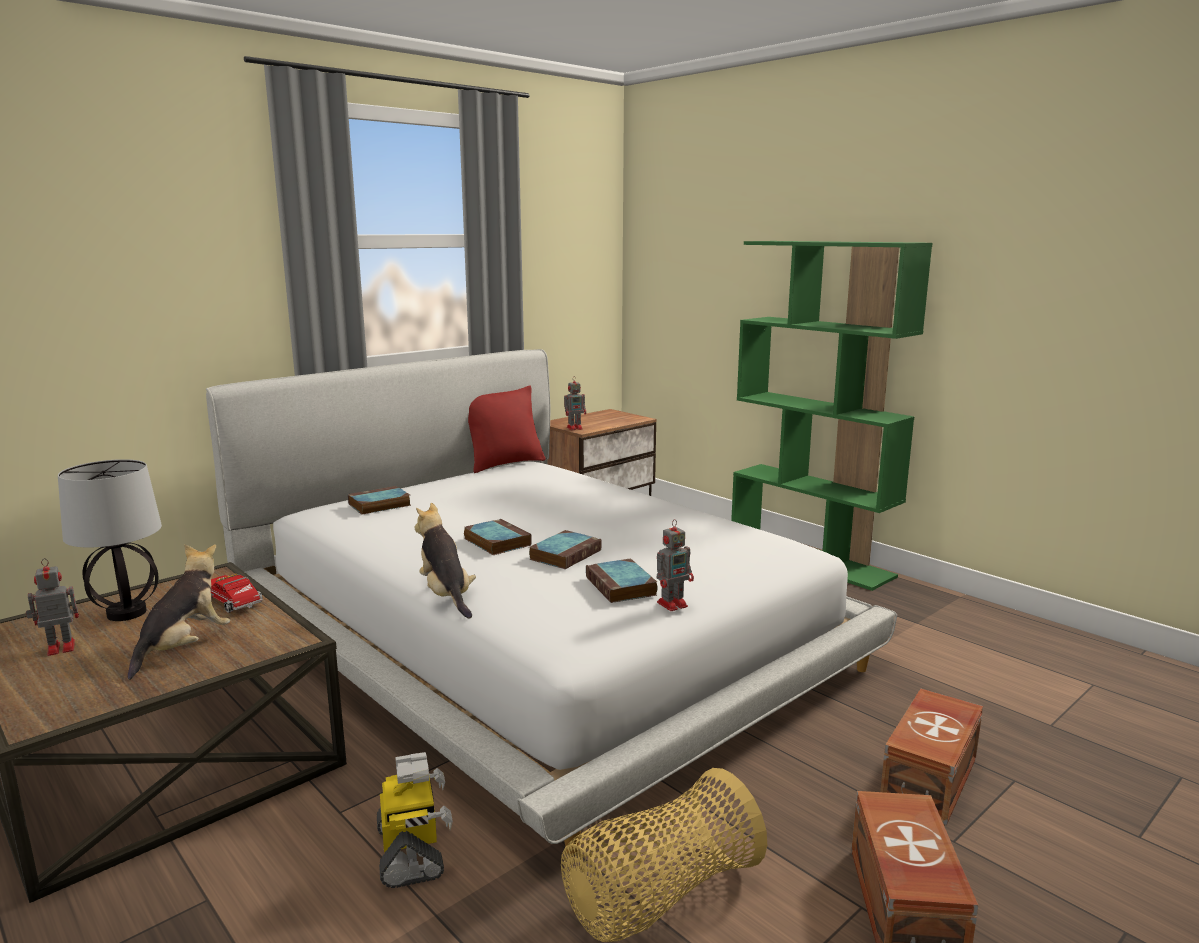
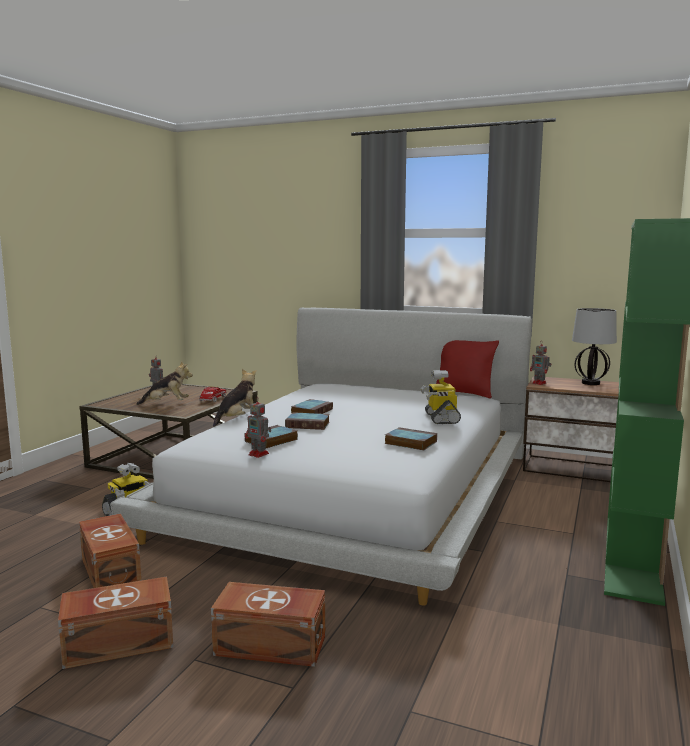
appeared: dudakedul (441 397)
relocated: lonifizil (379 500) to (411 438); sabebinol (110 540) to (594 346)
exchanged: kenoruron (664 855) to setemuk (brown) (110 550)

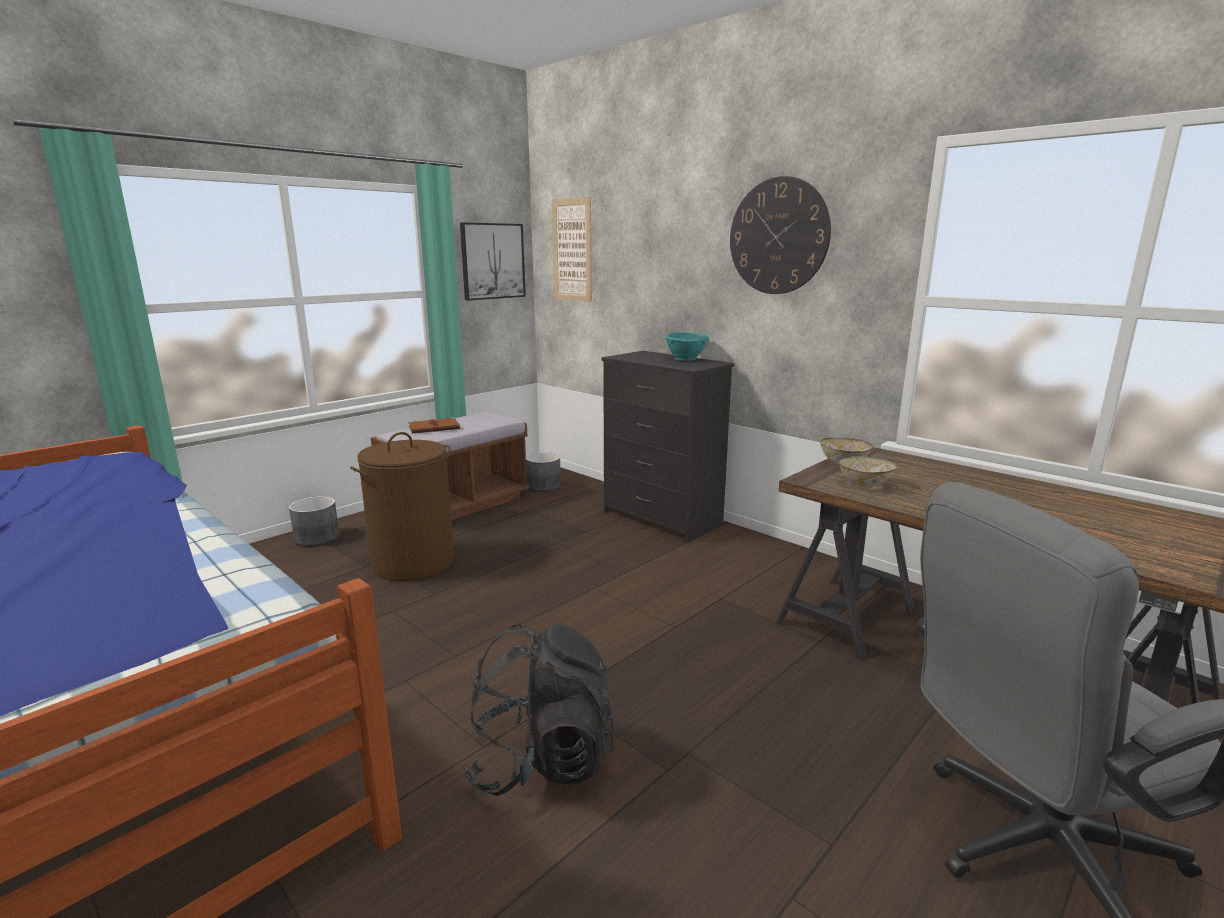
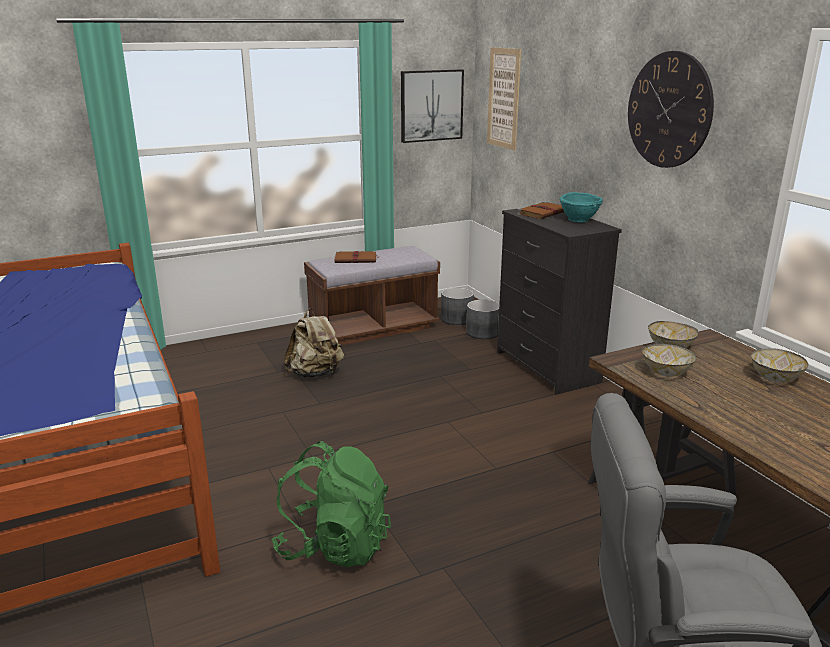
appeared: lonifizil (brown) (540 210); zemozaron (779 365)
relocated: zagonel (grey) (314 521) to (482 319)
exchanged: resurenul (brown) (402 506) to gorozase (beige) (314 343)
colour: gorozase (black) (539 709) to gorozase (green) (331 504)

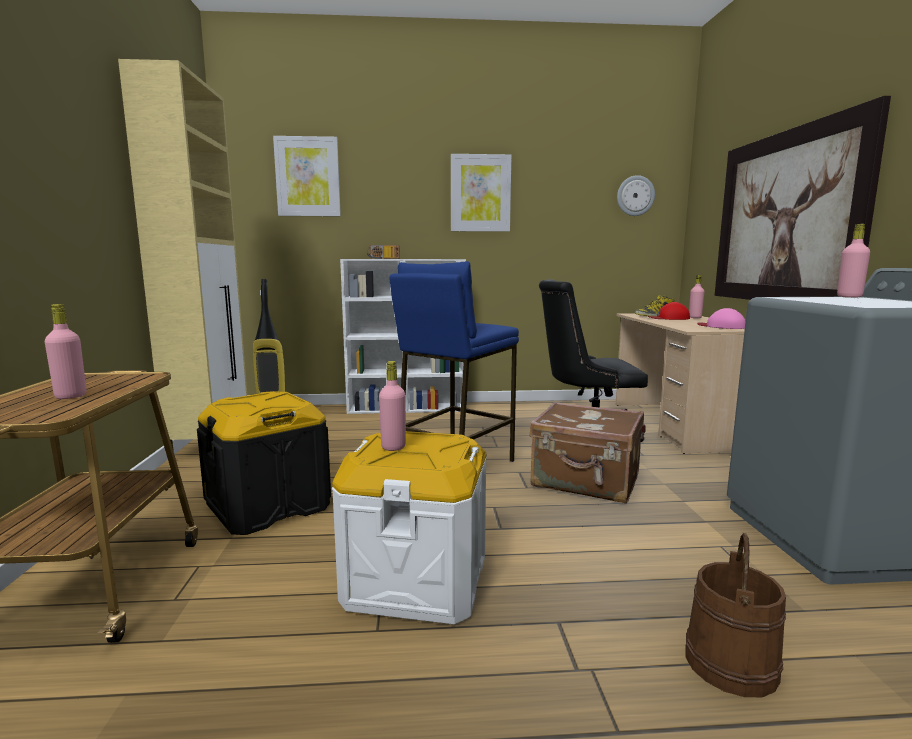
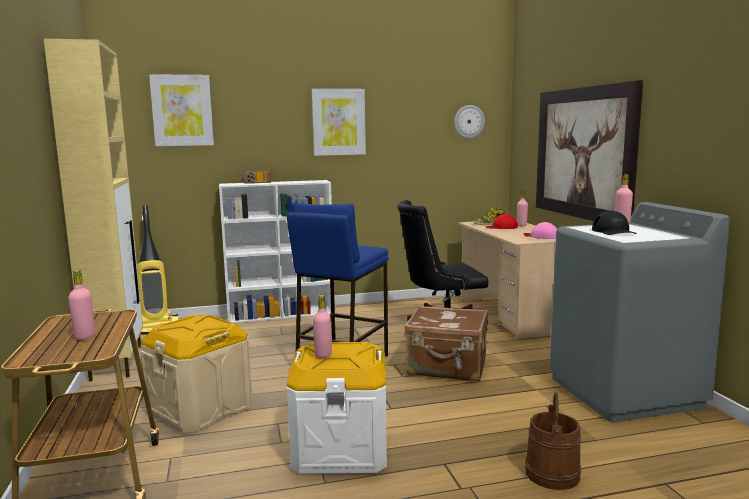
appeared: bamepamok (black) (614 223)
colour: setemuk (black) (264 463) to setemuk (beige) (196 374)

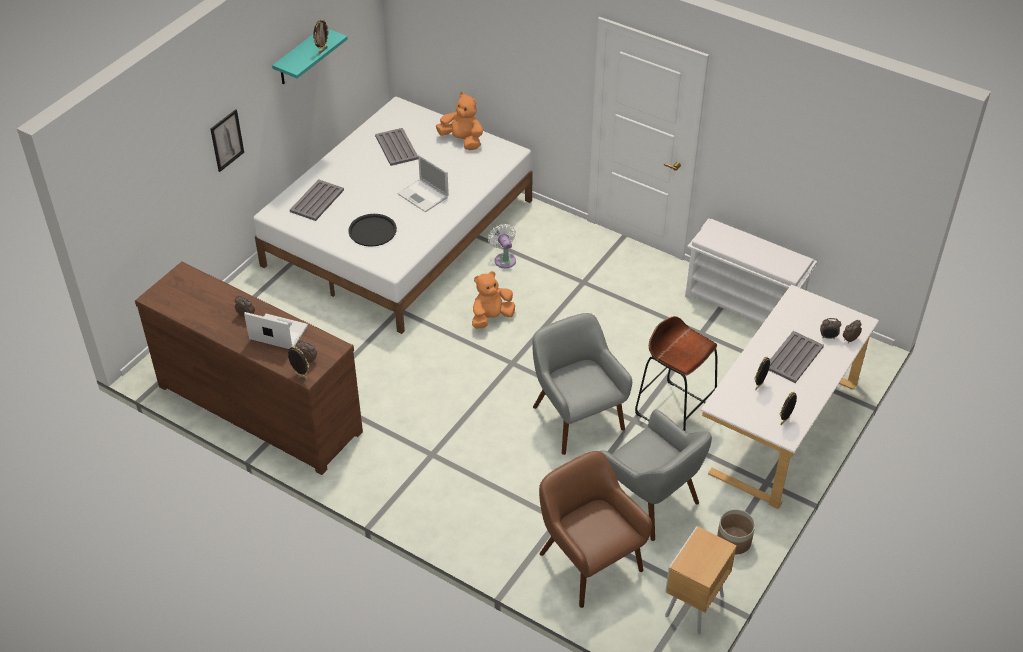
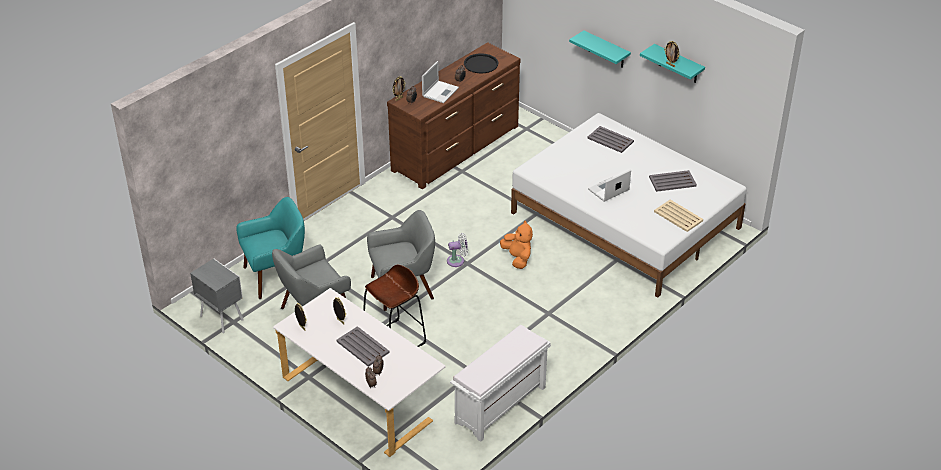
missing: zagonel (736 531)
relocated: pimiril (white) (502 246) to (457 250); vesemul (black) (372 230) to (481 63)
exchanged: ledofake (227 140) to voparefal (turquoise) (600 49); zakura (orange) (459 121) to vesemul (beige) (678 216)
colour: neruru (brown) (701 580) to neruru (grey) (216 296); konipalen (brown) (595 529) to konipalen (turquoise) (270 248)

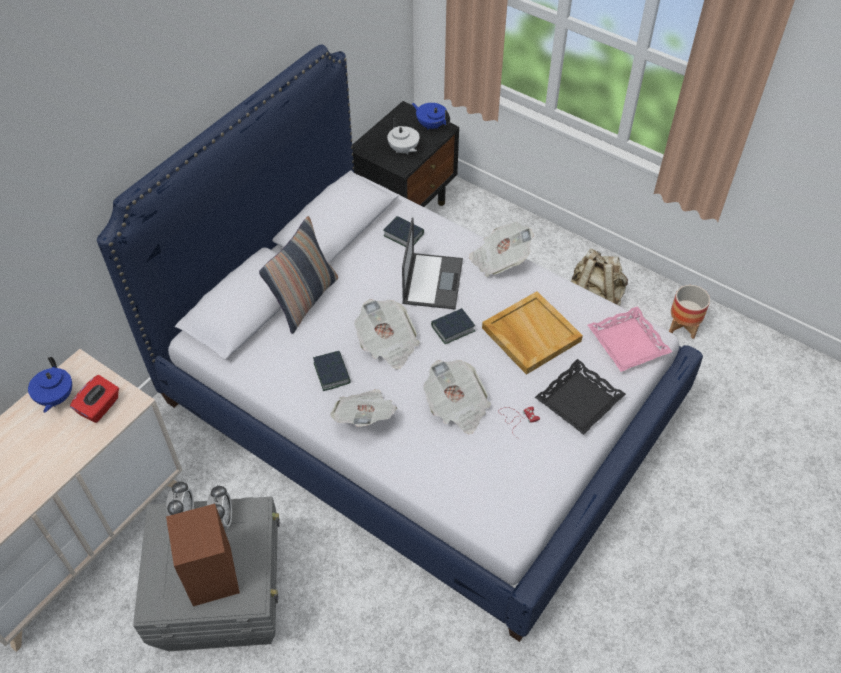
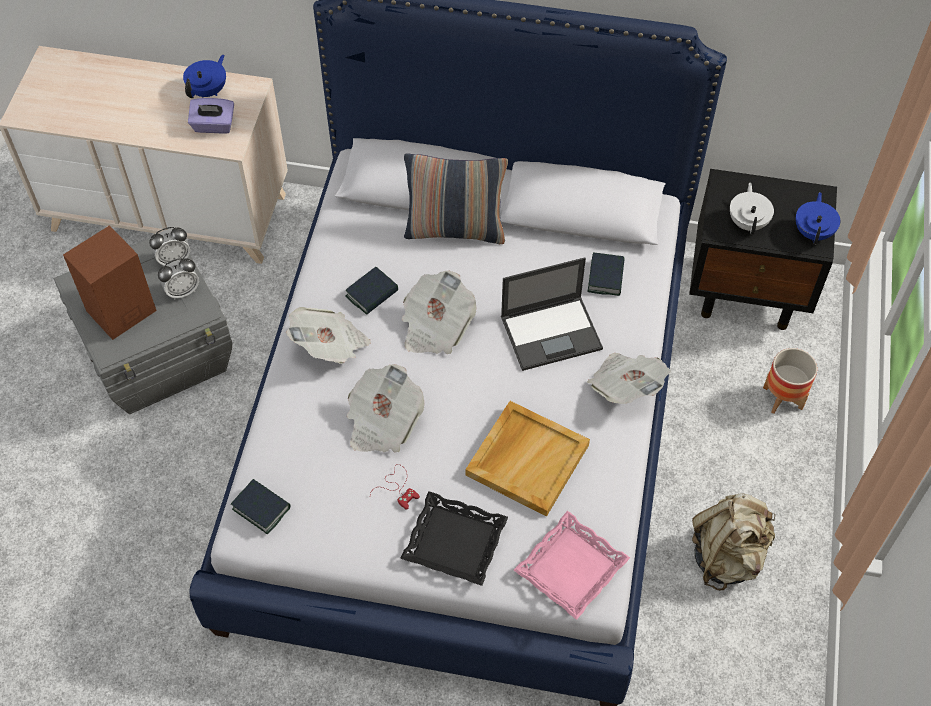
relocated: lonifizil (453 326) to (260 507); zagonel (689 312) to (790 381)
colour: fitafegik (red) (94 399) to fitafegik (purple) (211 116)
spun: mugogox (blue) (50 385) = (204 76) 150 degrees clockwise; mugogox (white) (403 136) = (752 209) 150 degrees clockwise

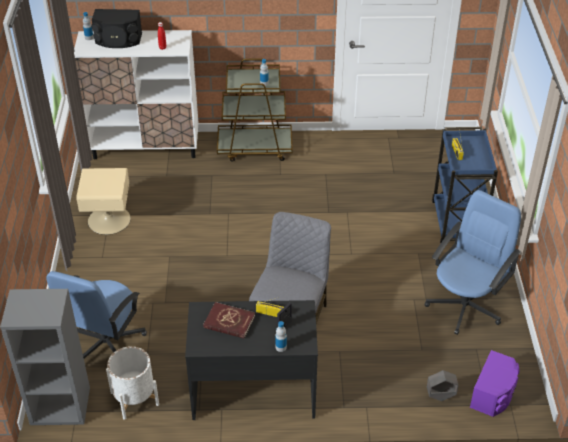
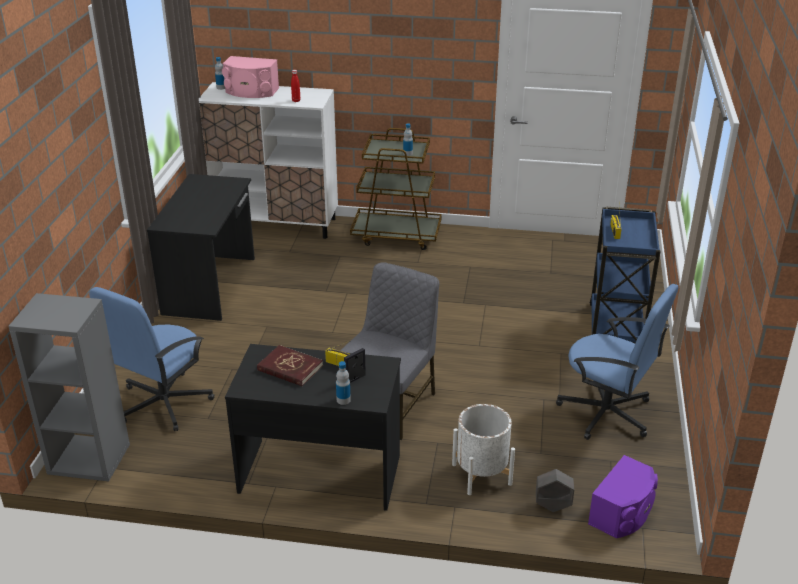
relocated: zagonel (white) (132 383) to (483 449)
exchanged: neruru (beige) (103 201) to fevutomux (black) (201 247)
colour: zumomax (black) (116 28) to zumomax (pink) (250 77)
spun: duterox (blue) (473 262) = (617 362) 75 degrees clockwise

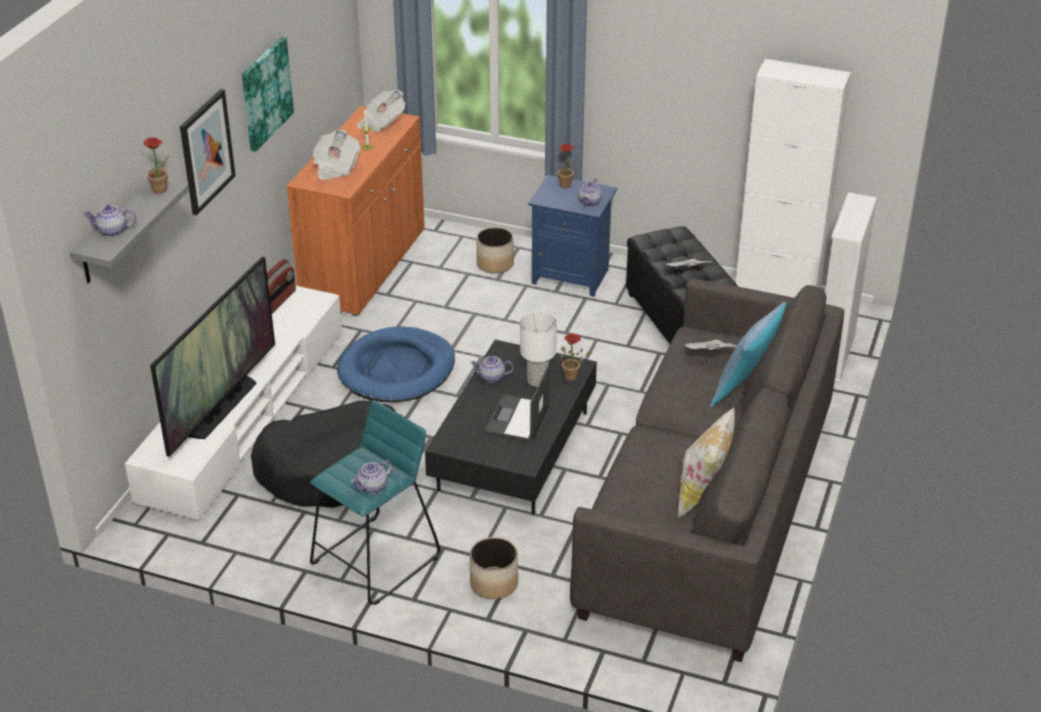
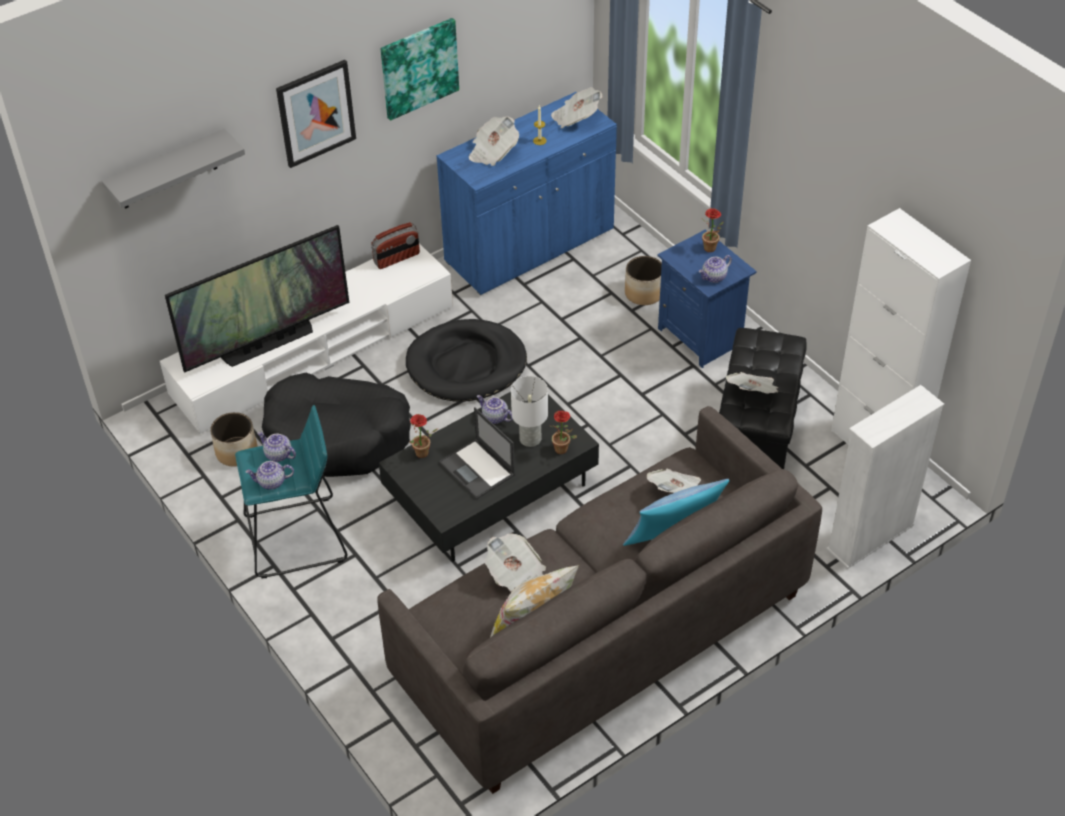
appeared: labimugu (515 562)
relocated: zagonel (494 568) to (234 439); mugogox (110 221) to (276 447); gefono (155 165) to (423 436)
colour: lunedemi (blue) (396 364) to lunedemi (black) (466 360); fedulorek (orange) (356 211) to fedulorek (blue) (526 193)
spun: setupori (516 403) = (477 453) 90 degrees counterclockwise

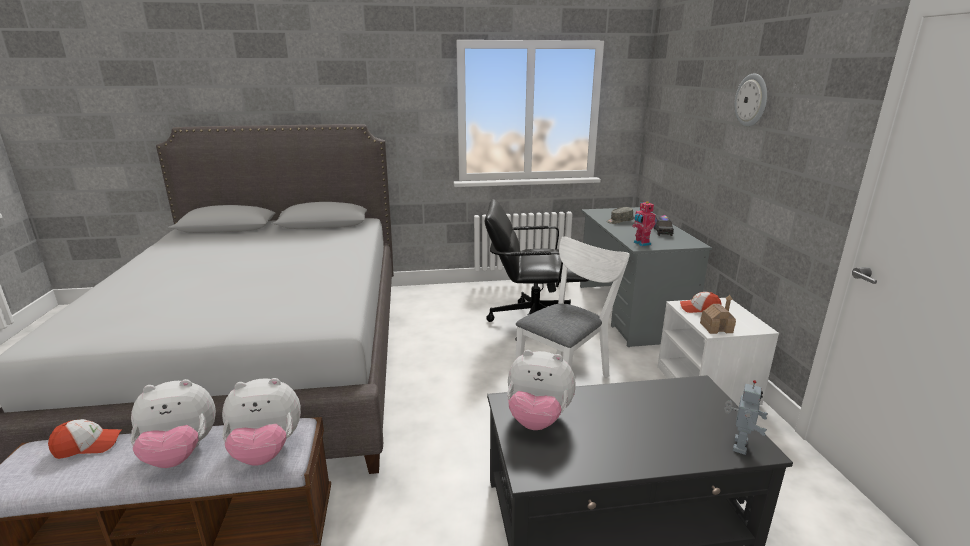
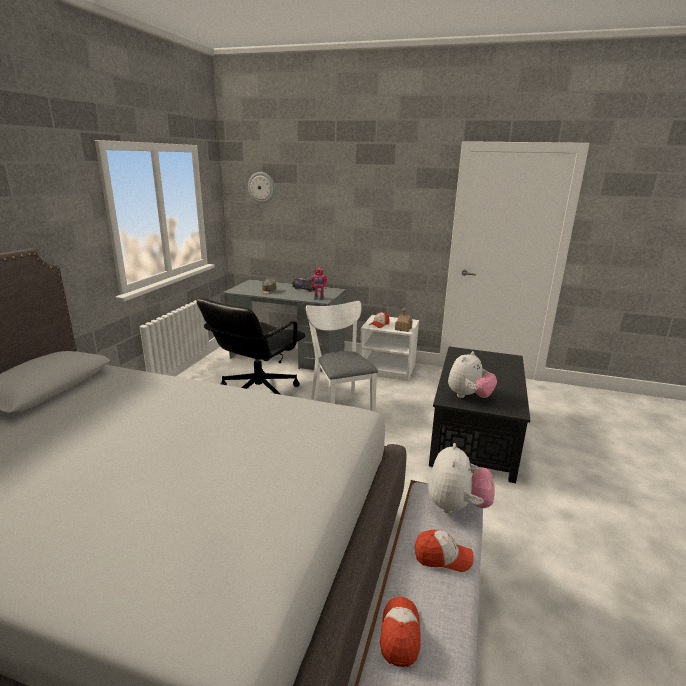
missing: dudakedul (746 417)
relocated: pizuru (751 100) to (261 187)
exchanged: zakura (173 423) to bamepamok (444 551)

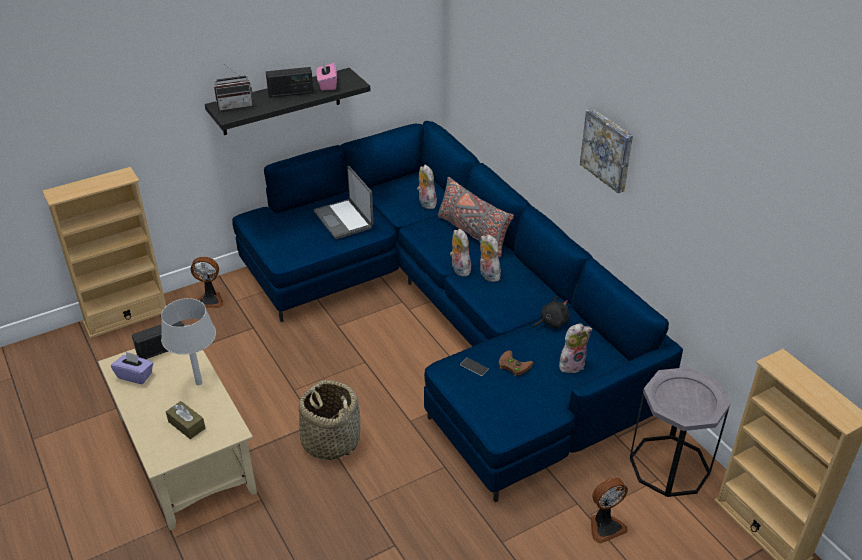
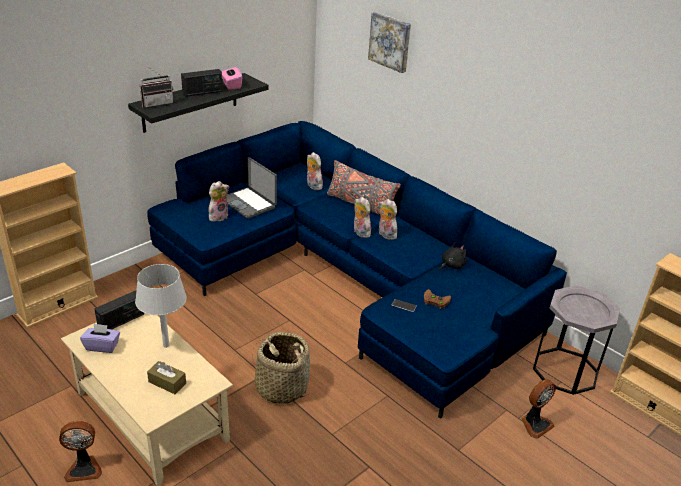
relocated: pimiril (207 282) to (80 451); zakura (575 348) to (218 201); ledofake (606 150) to (389 42)

